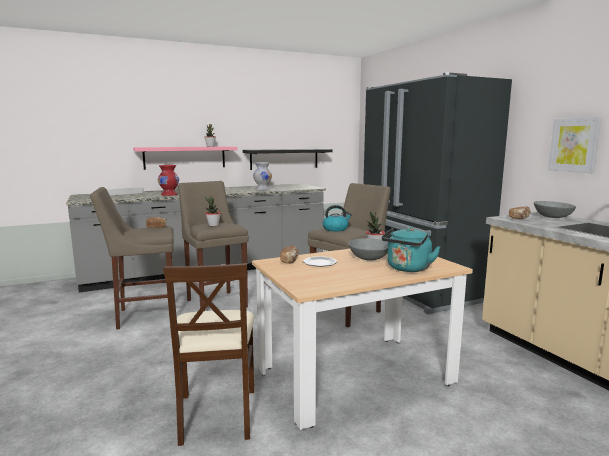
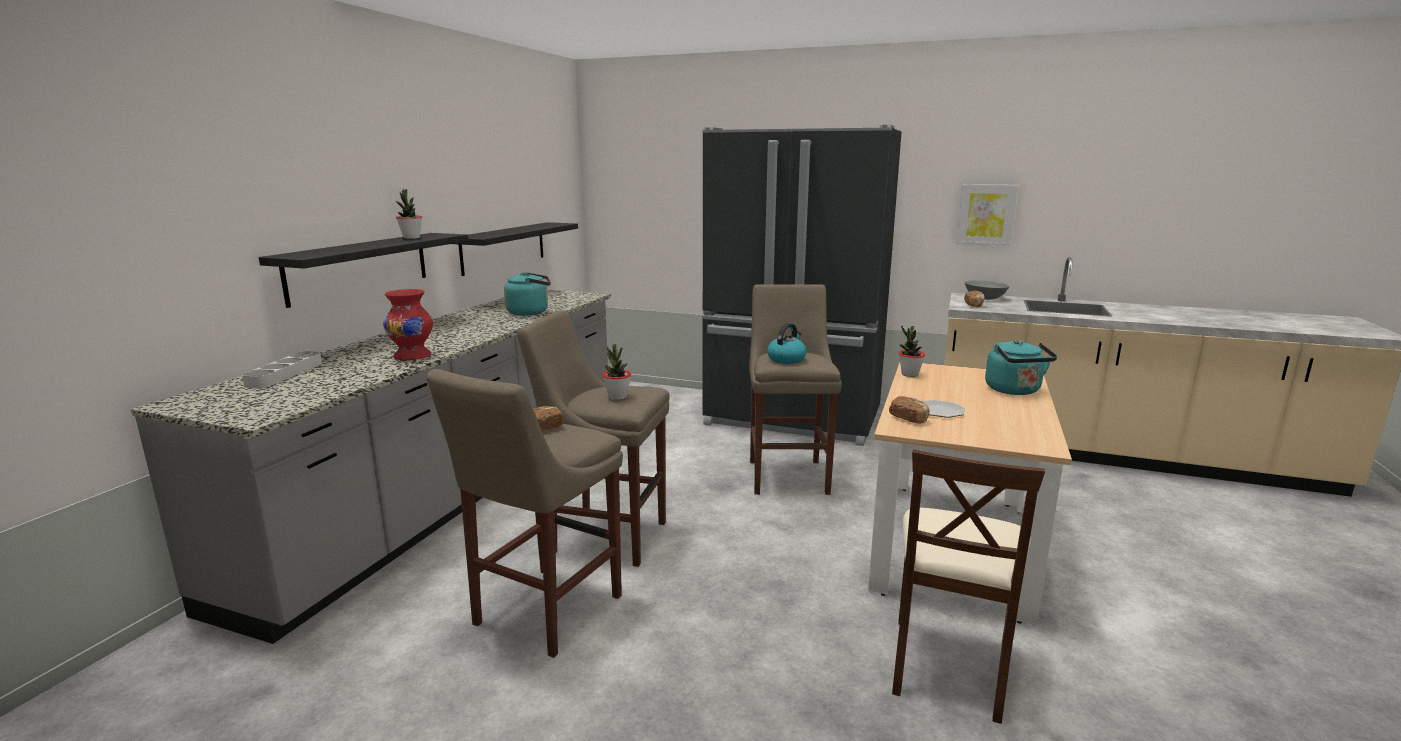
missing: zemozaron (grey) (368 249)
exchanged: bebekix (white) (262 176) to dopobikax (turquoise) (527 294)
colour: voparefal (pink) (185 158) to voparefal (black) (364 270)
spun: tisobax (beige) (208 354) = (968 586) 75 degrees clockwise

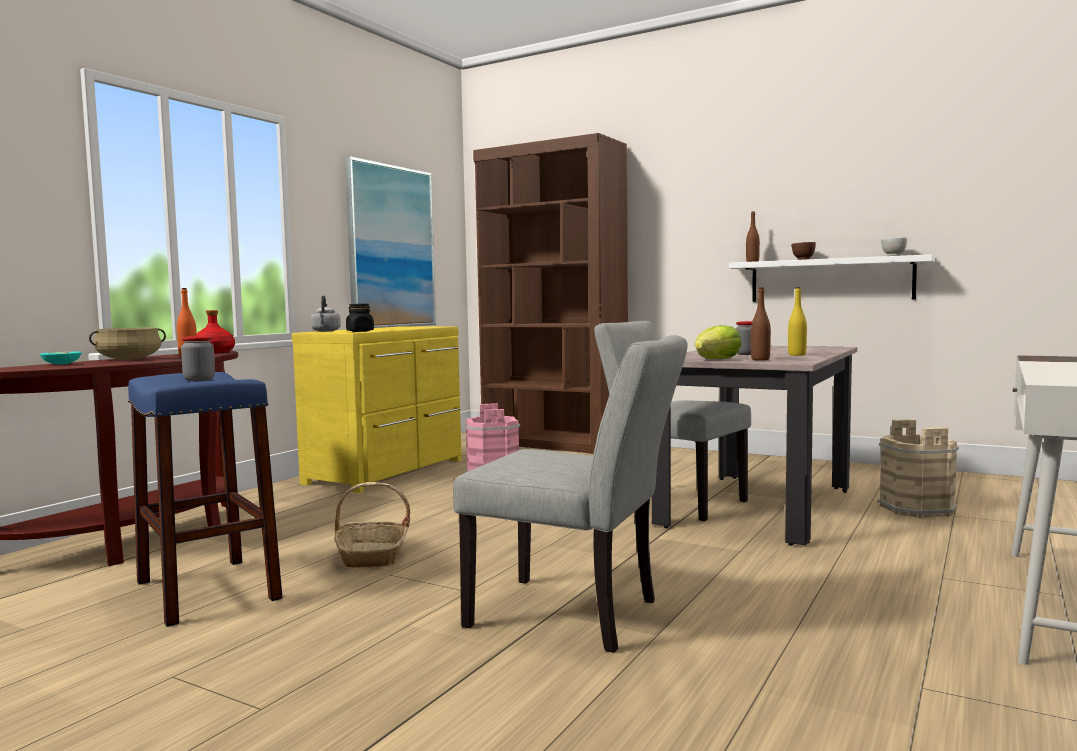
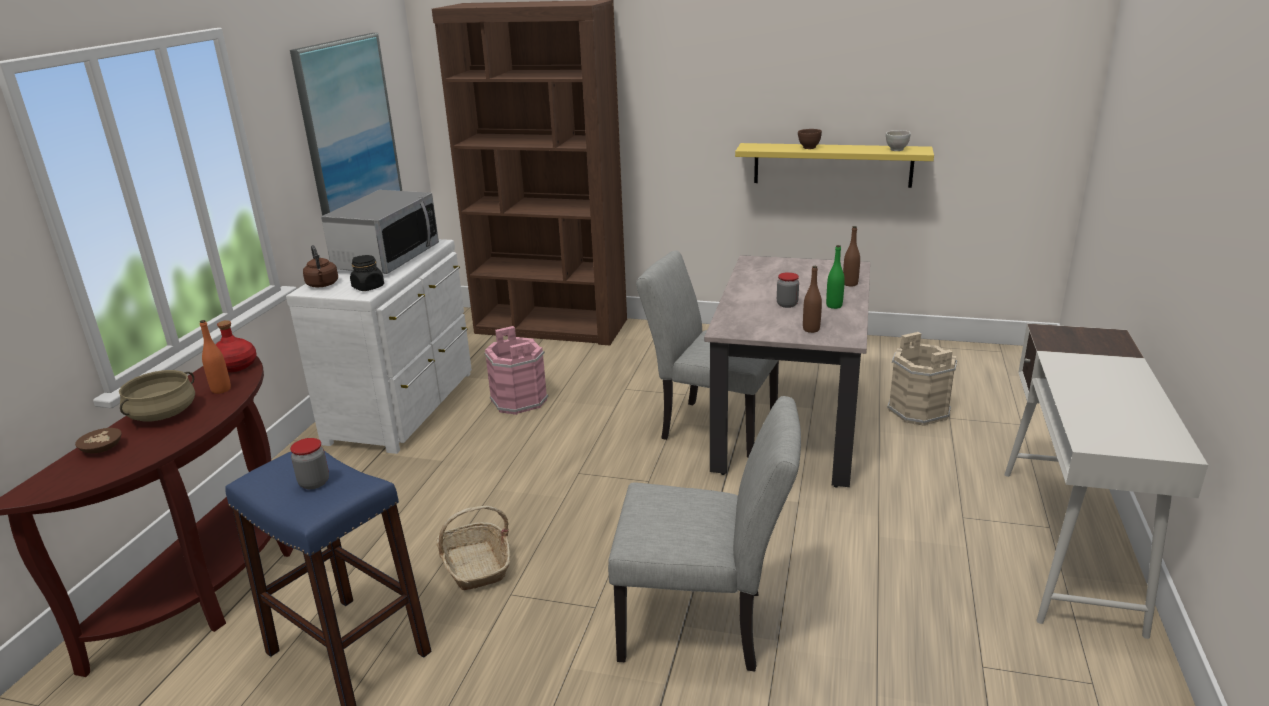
missing: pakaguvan (718 342)
appeared: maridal (380 232)
relocated: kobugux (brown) (753 237) to (851 256)
colour: zemozaron (turquoise) (61 358) to zemozaron (brown) (98 440); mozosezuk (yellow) (376 409) to mozosezuk (white) (379 346); dopobikax (grey) (326 313) to dopobikax (brown) (320 266); voparefal (white) (832 278) to voparefal (yellow) (834 165); kobugux (yellow) (797 321) to kobugux (green) (835 277)

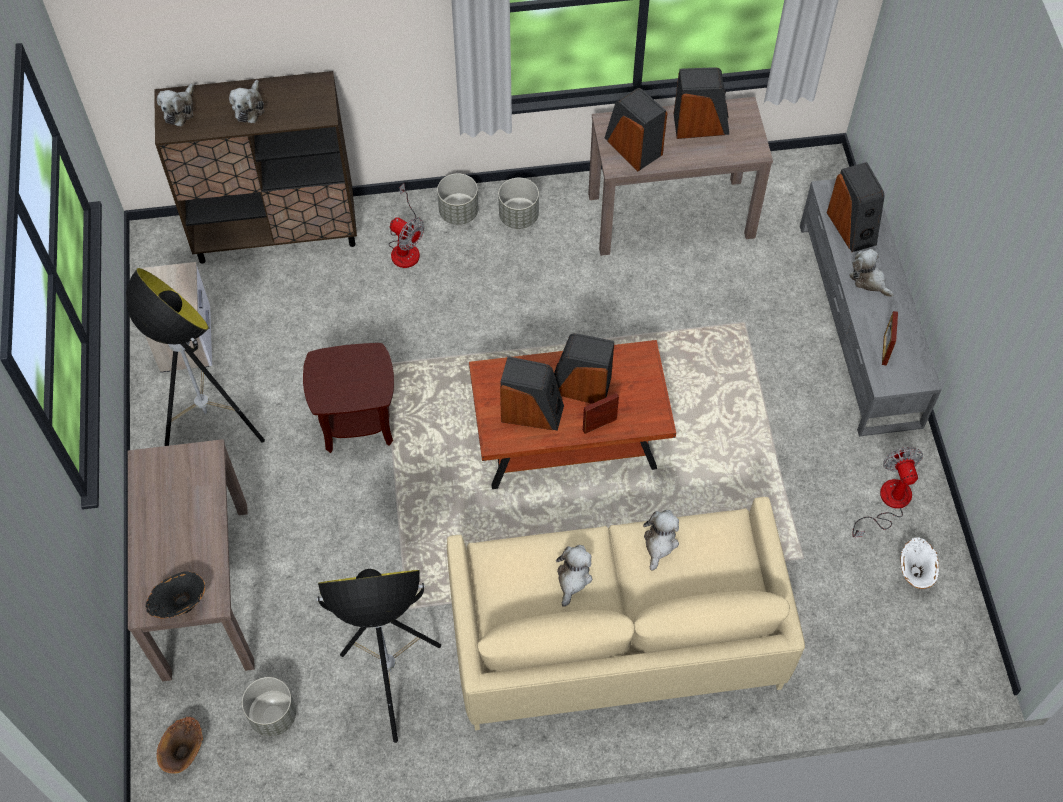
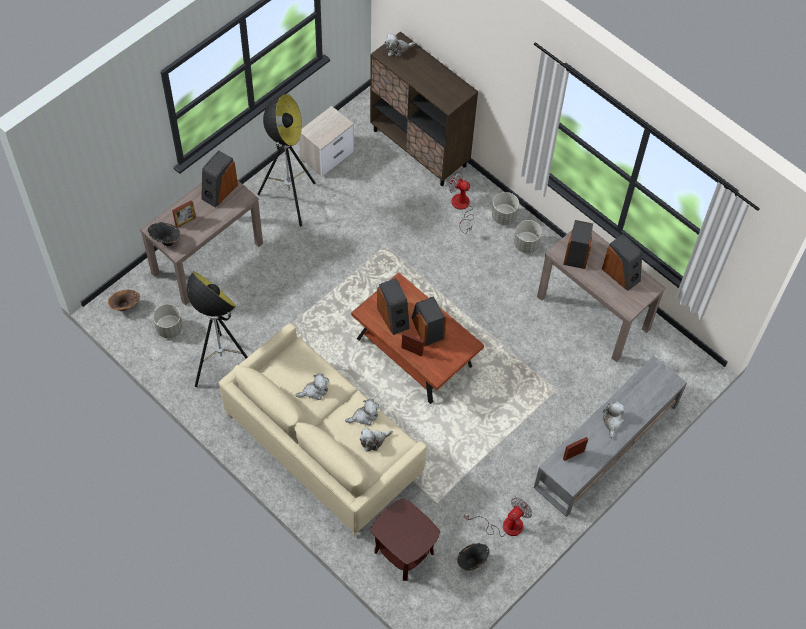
appeared: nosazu (184 214)
relocated: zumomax (855 207) to (219 179); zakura (246 101) to (376 440); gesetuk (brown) (348 398) to (405 539)
colour: bebekix (white) (920 563) to bebekix (black) (473 557)
spun: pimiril (406 226) = (461 202) 120 degrees clockwise

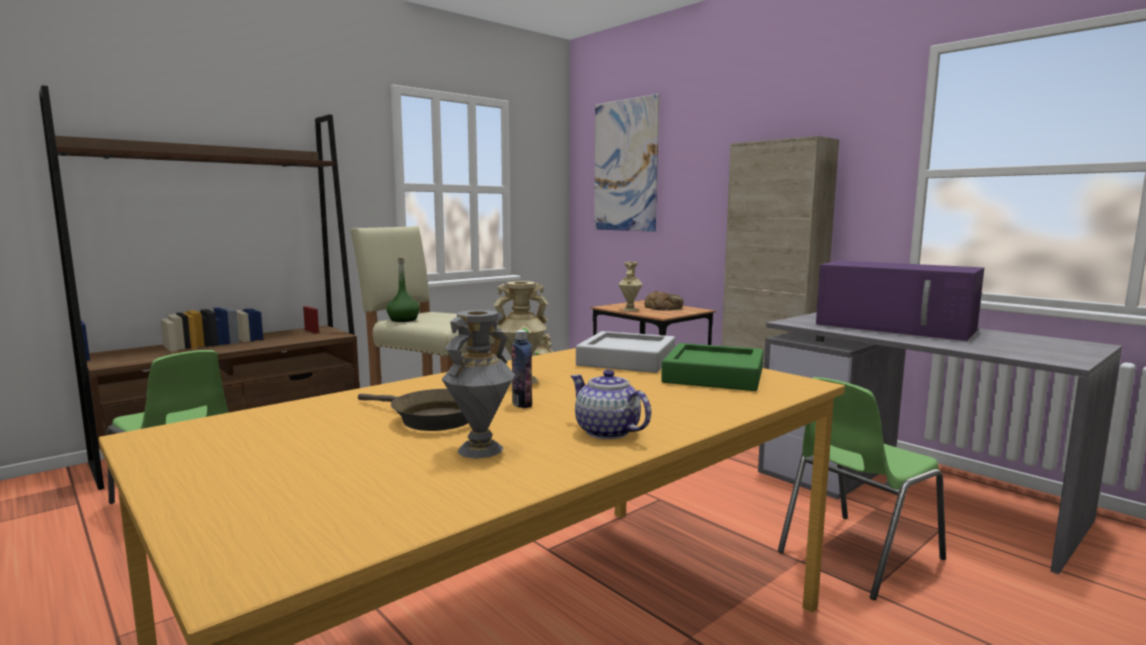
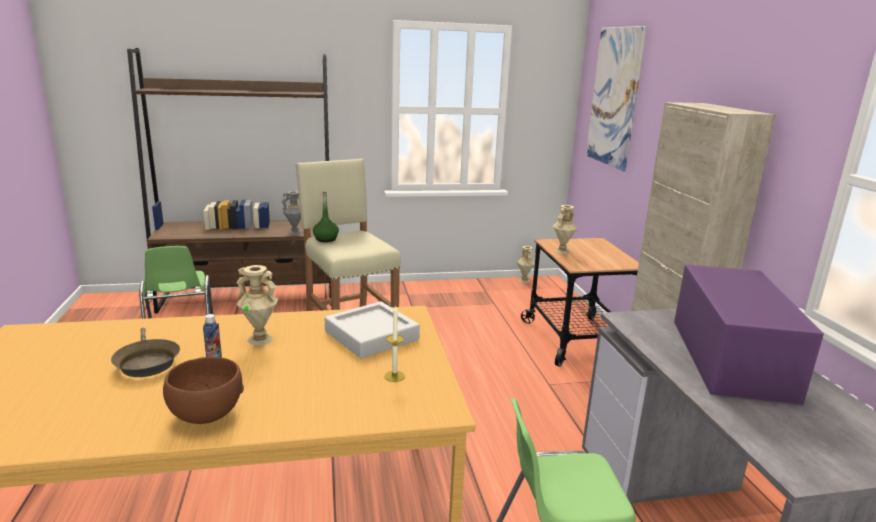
missing: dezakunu (664 301)
relocated: bebekix (grey) (478 384) to (292 213)
exchanged: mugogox (611 404) to zemozaron (brown) (203 390); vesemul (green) (712 367) to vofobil (394 343)
spun: maridal (purple) (900 300) = (749 334) 150 degrees counterclockwise

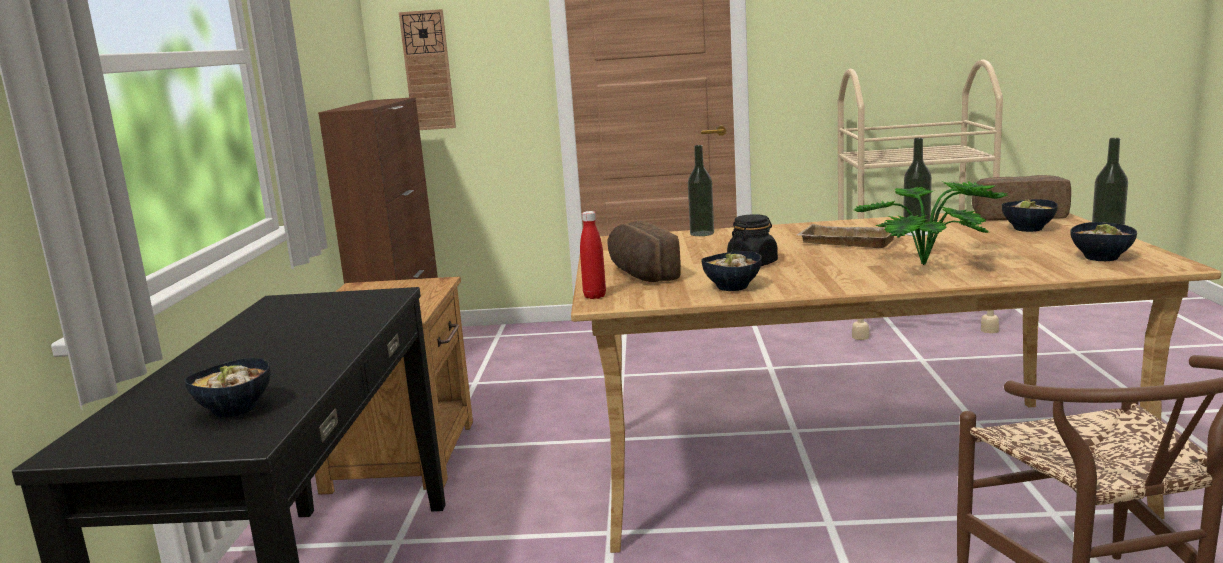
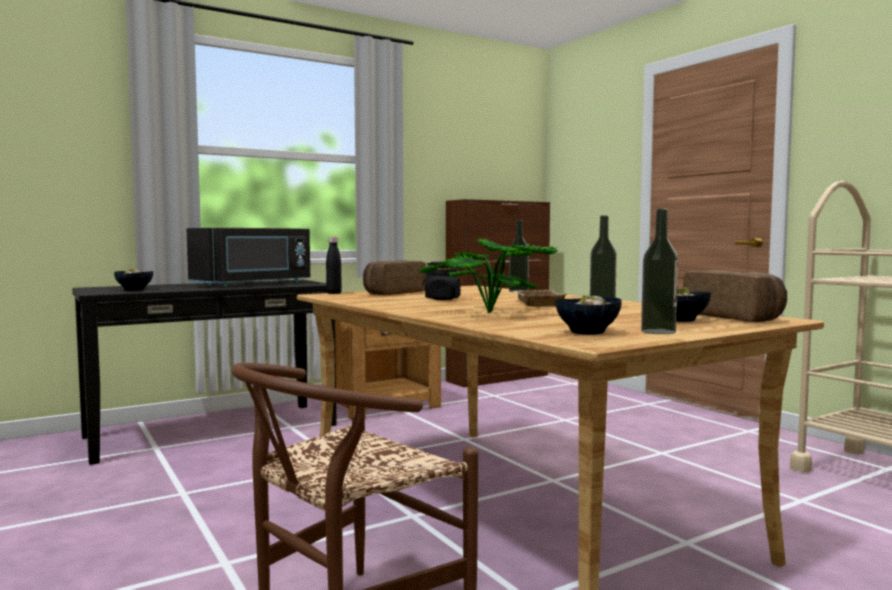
missing: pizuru (427 69); zemozaron (731 271)
appeared: maridal (black) (248 257)
colour: kobugux (red) (593 255) to kobugux (black) (334 265)

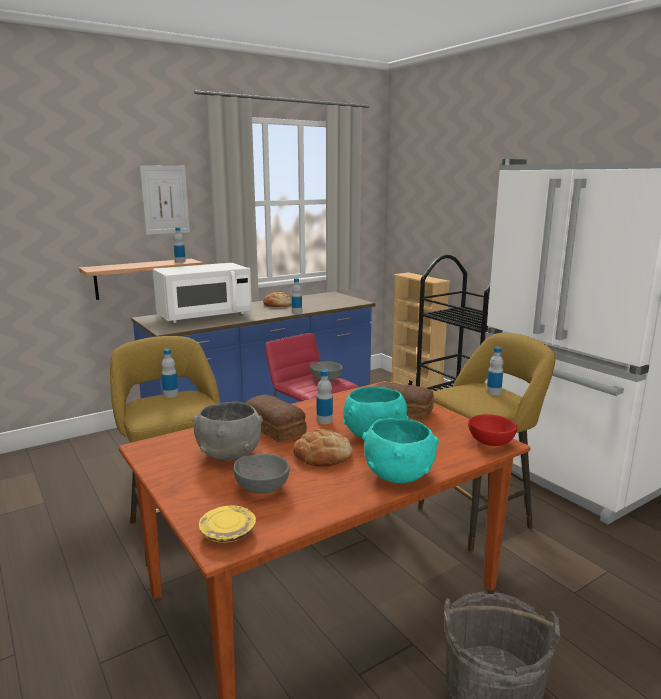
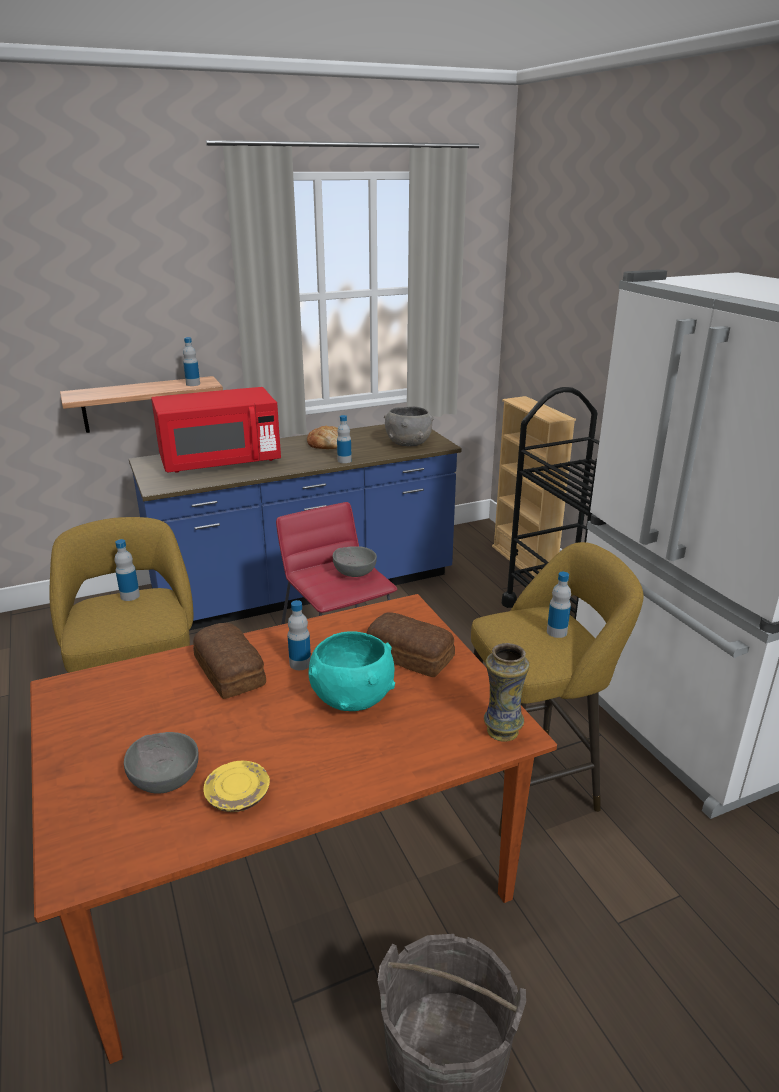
missing: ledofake (165 200); dezakunu (323 448); zemozaron (turquoise) (400 450)
relocated: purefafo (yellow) (227 524) to (236 786); zemozaron (grey) (227 431) to (409 426)
exchanged: zemozaron (red) (493 430) to bebekix (507 692)
colour: maridal (white) (202 293) to maridal (red) (216 430)

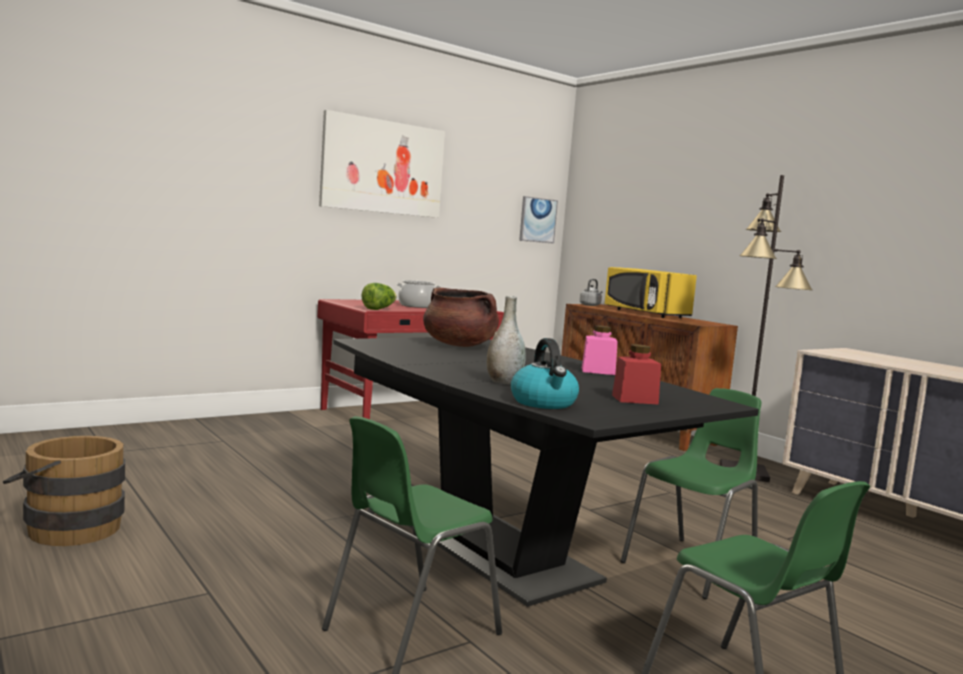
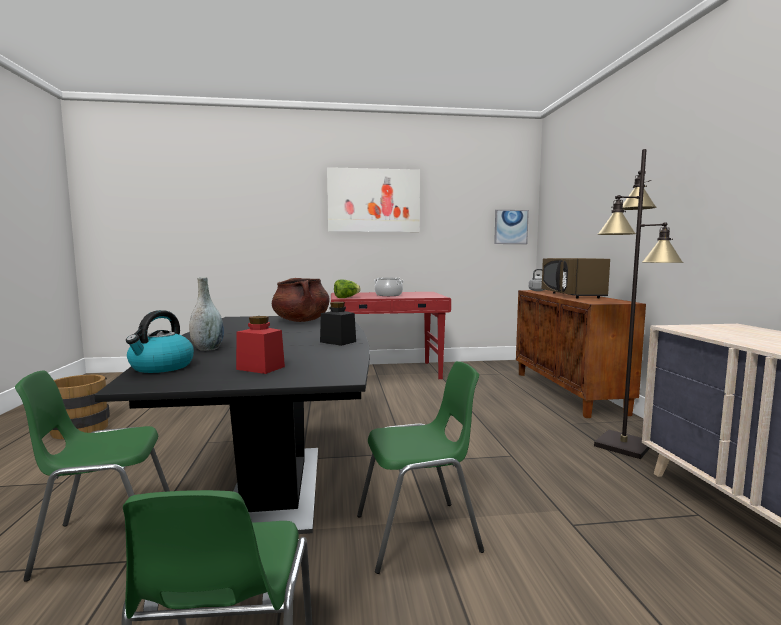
colour: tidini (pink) (600 350) to tidini (black) (338 324); maridal (yellow) (651 292) to maridal (brown) (576 278)

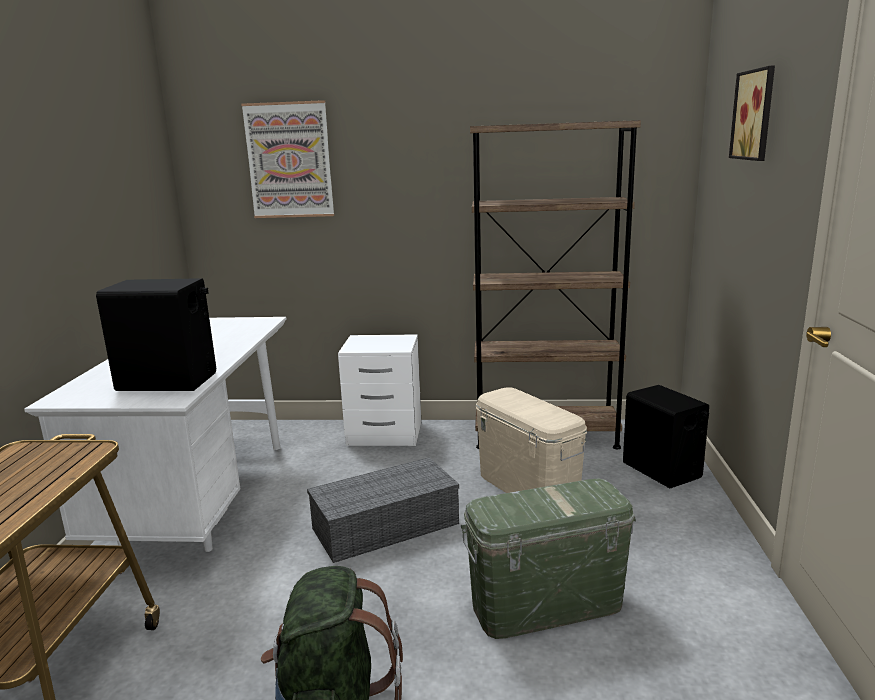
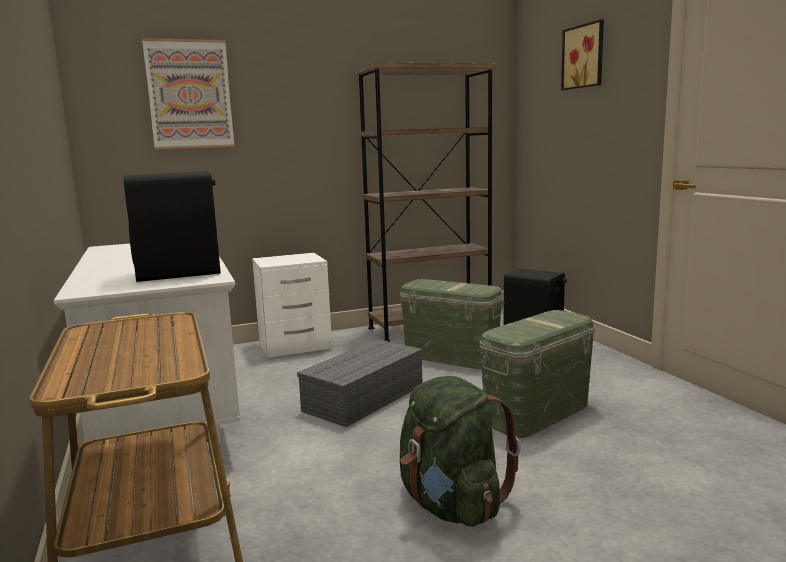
colour: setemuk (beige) (531 440) to setemuk (green) (452 324)

